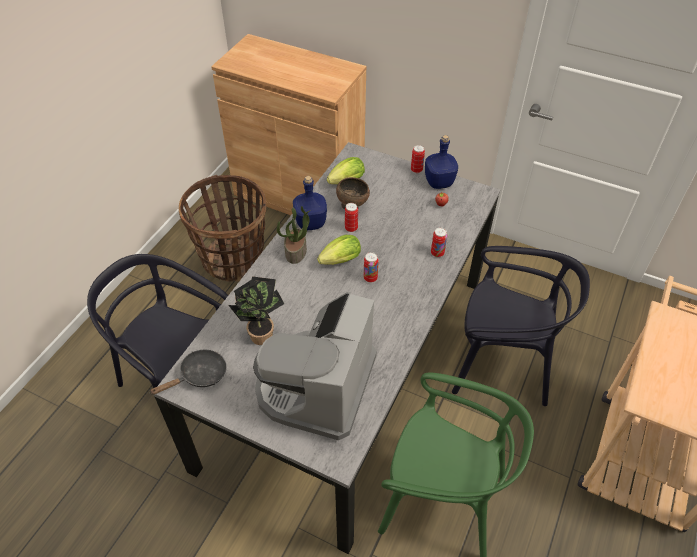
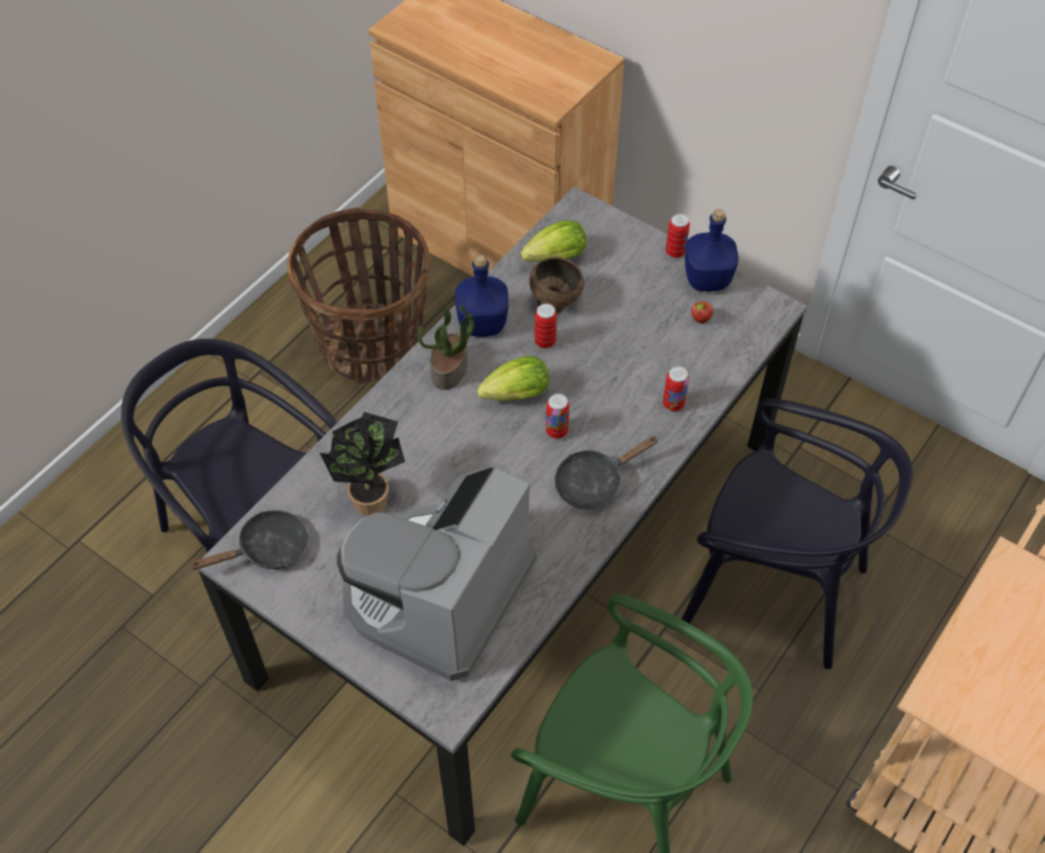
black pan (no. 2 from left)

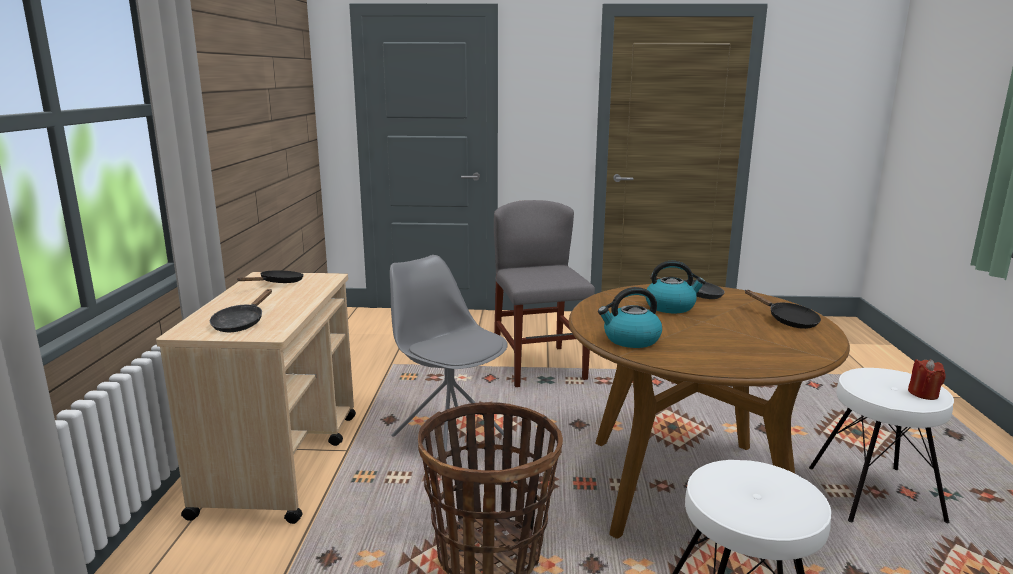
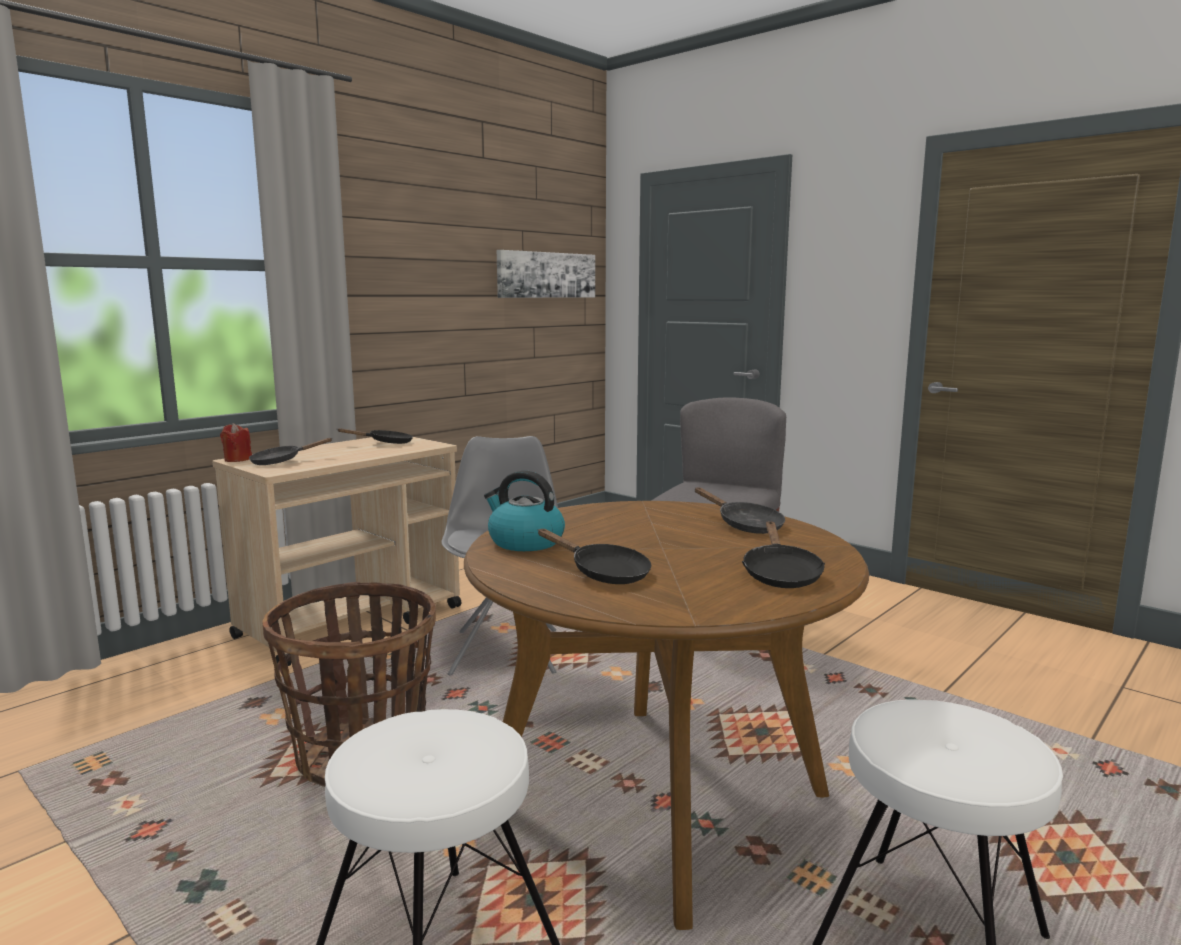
tea kettle (no. 2 from left in the first image)
picture
black pan (no. 3 from left)
reddish candle

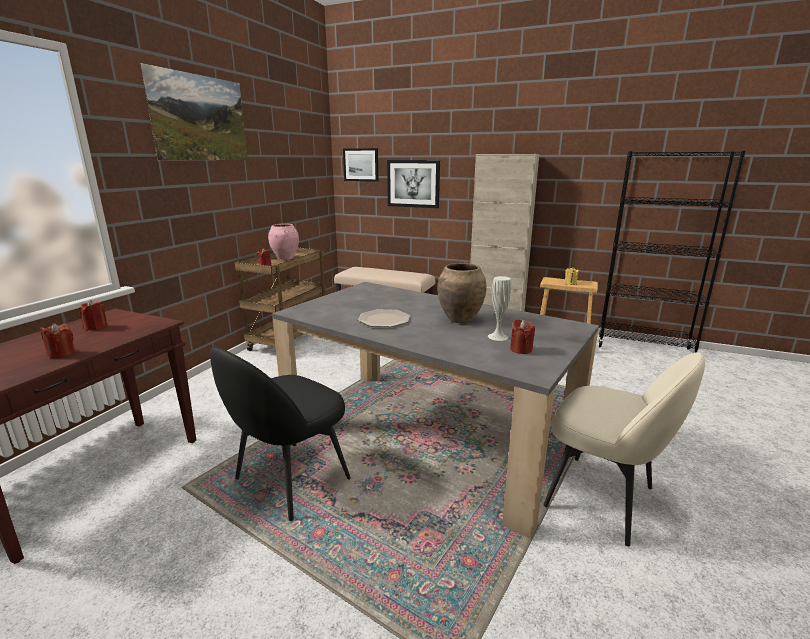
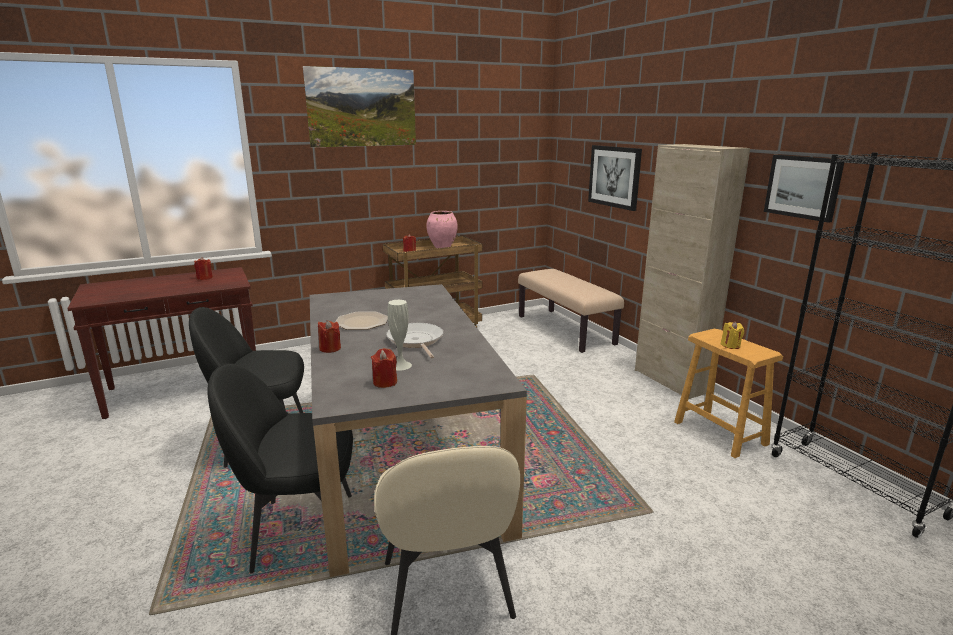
black chair (no. 2 from left)
reddish candle (no. 2 from left)
picture (no. 3 from left)
pan

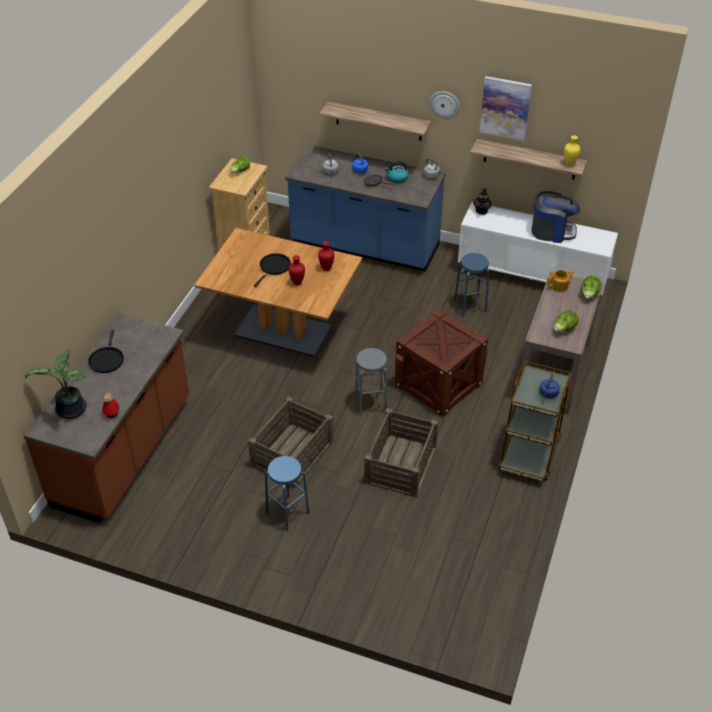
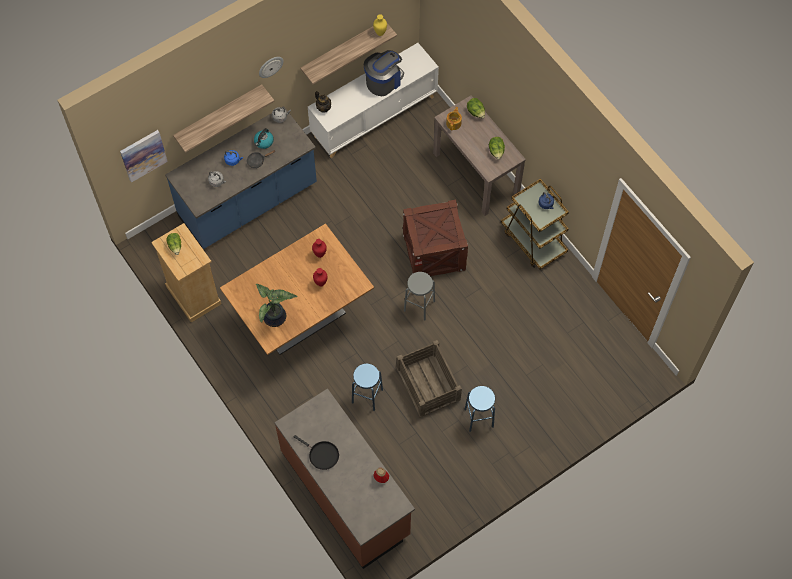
black pan (no. 2 from left in the first image)
shipping crate (no. 2 from left in the first image)
potted plant
blue-coloured sitting stool (no. 1 from left)
picture

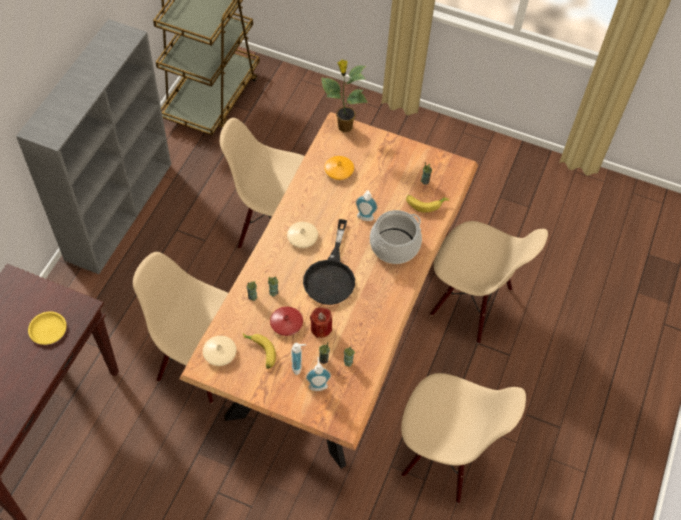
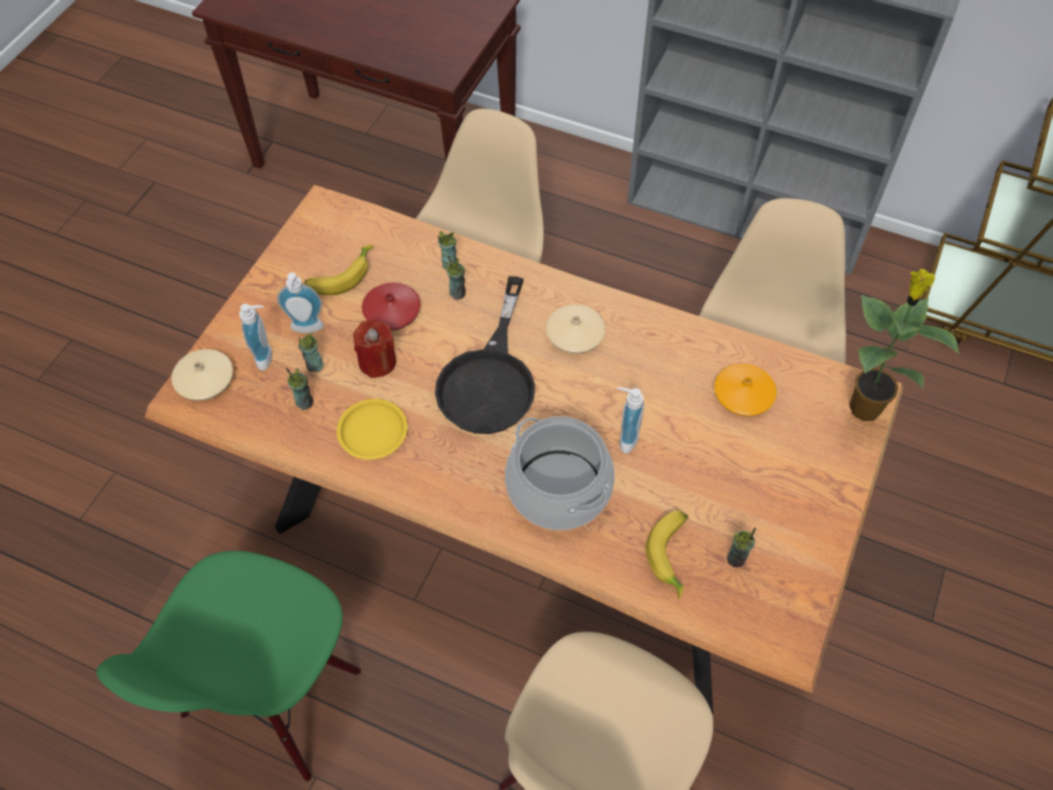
yellow dinner plate
sand-coloured flower vase (no. 1 from left)
green-coloured chair
black pan

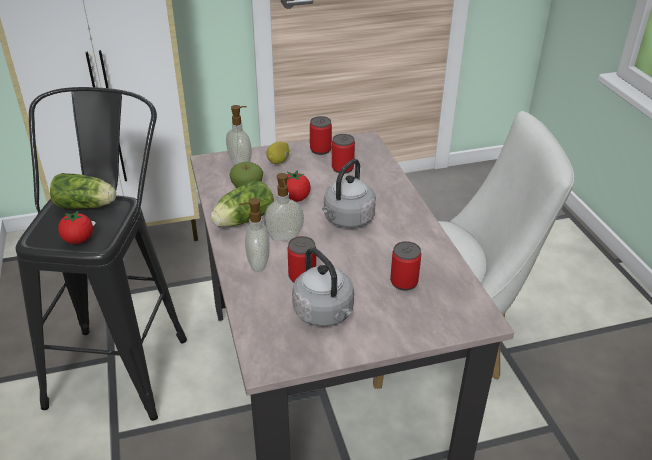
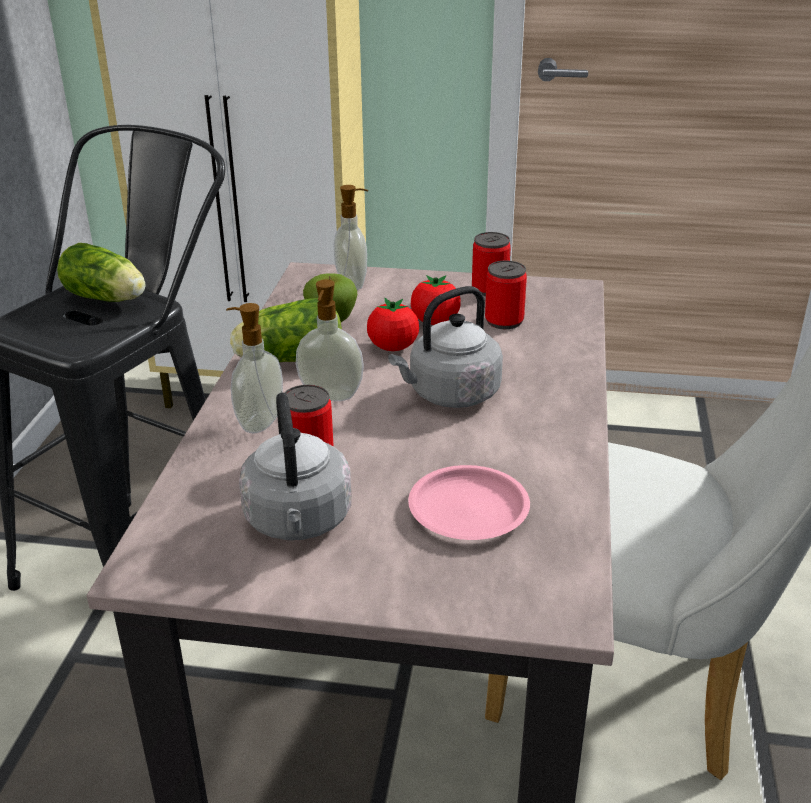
whole lemon
whole tomato (no. 2 from left)
pinkish dinner plate

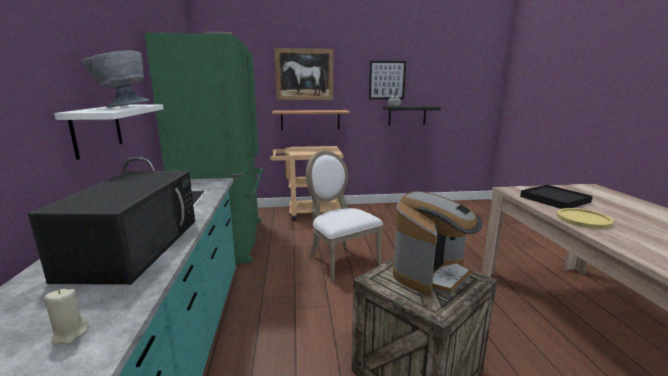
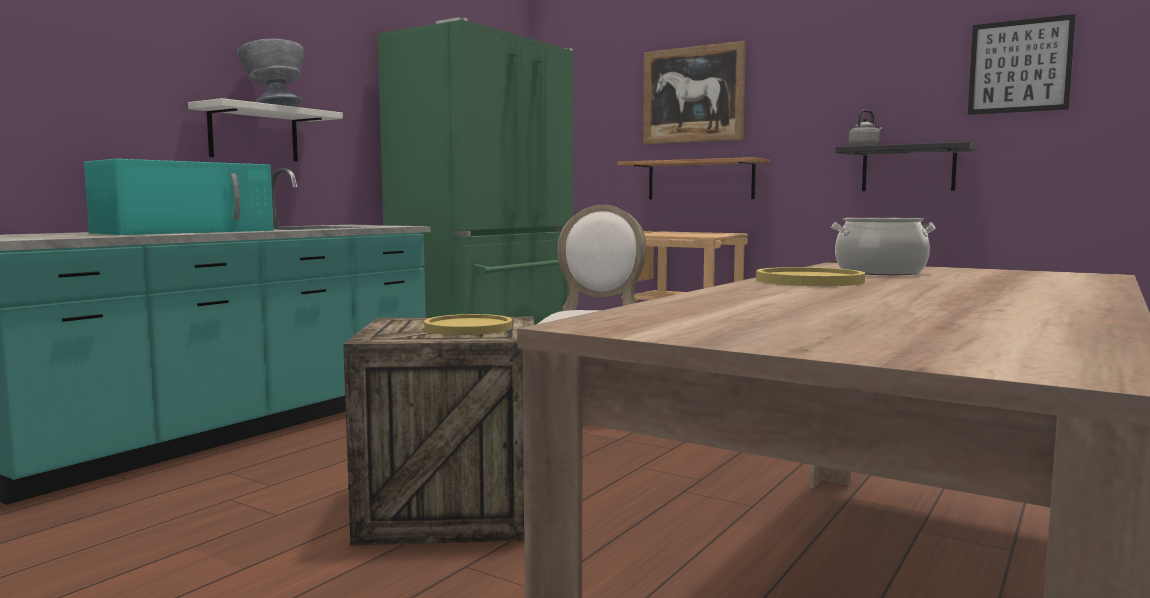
sand-coloured candle
picture (no. 2 from left)
yellow dinner plate (no. 1 from left)
stockpot
blue-green microwave

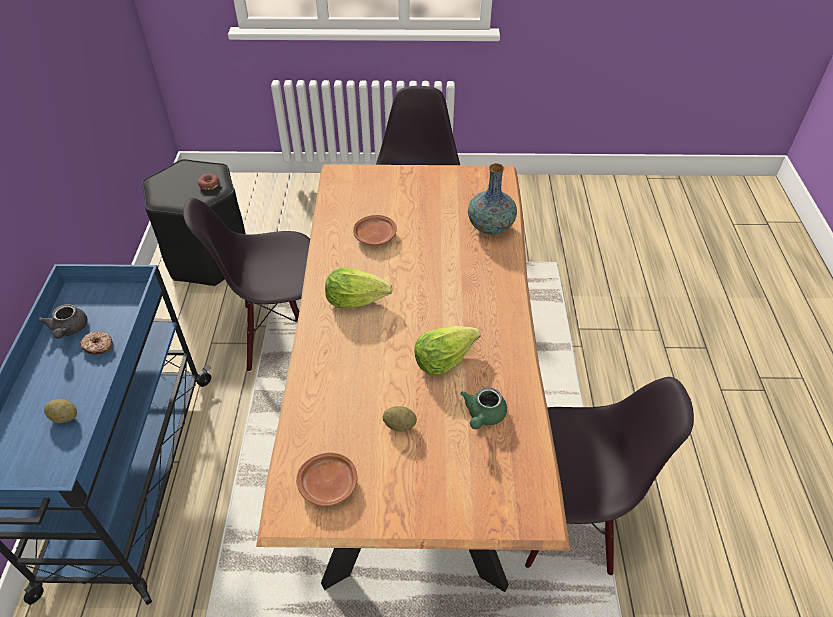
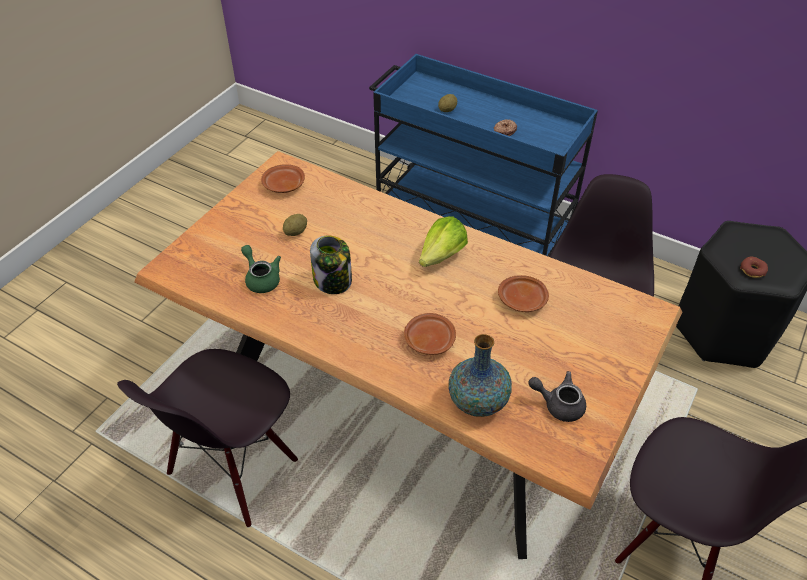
brownish dinner plate (no. 2 from left)
greyish tea pot
jar

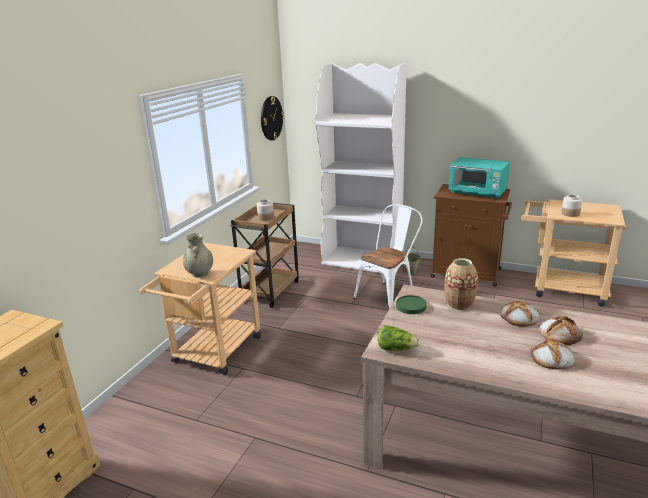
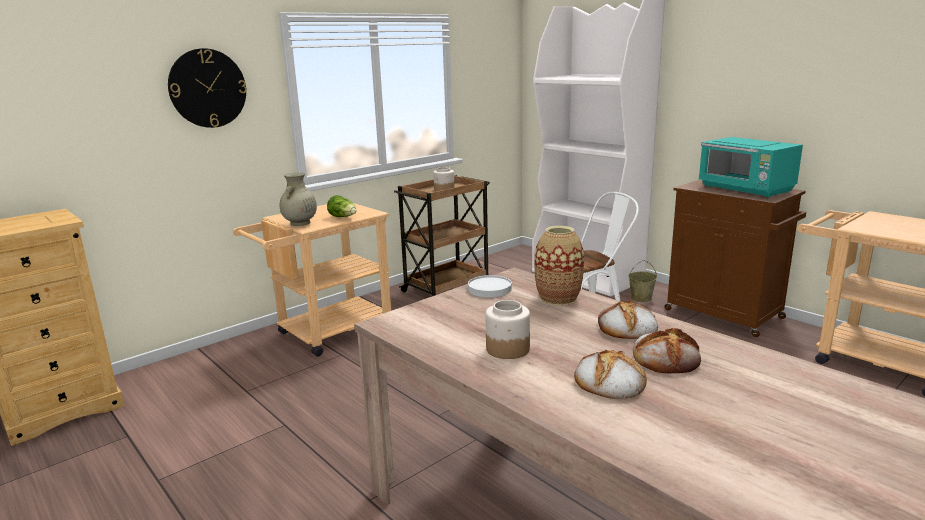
hanging clock
lettuce
jar (no. 2 from left)
whitish dinner plate

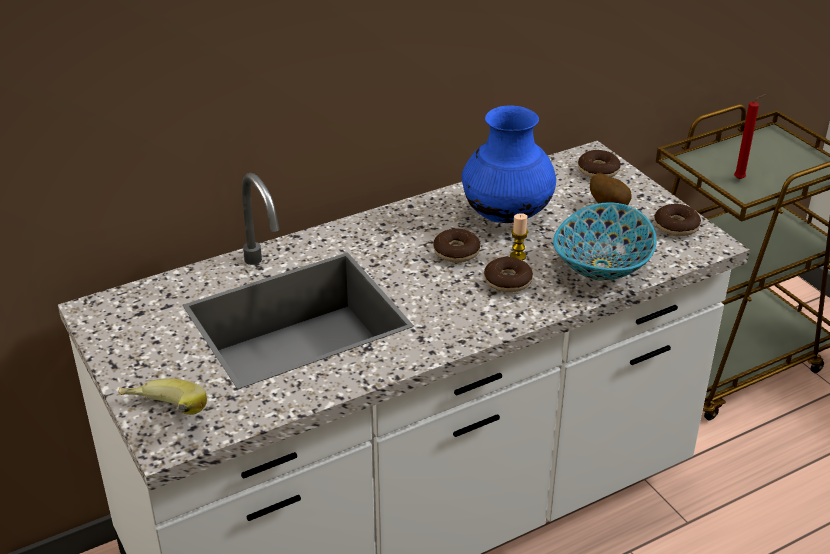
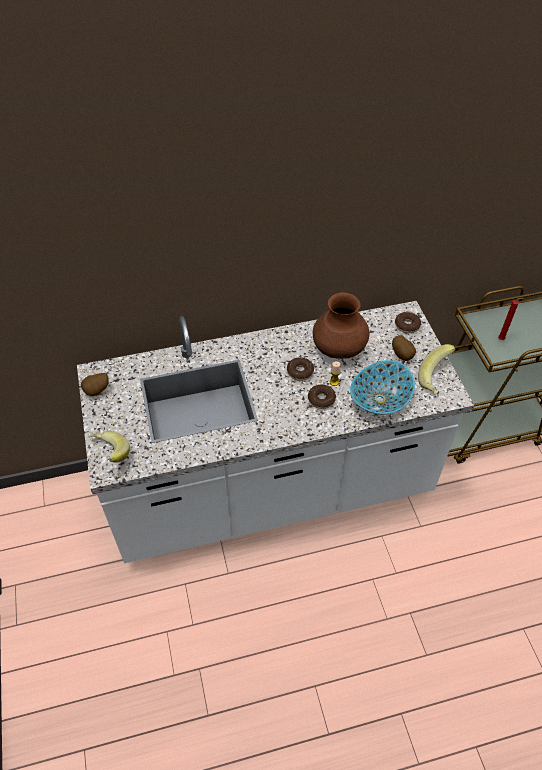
whole potato (no. 1 from left)
whole banana (no. 2 from left)
brownish flower vase

